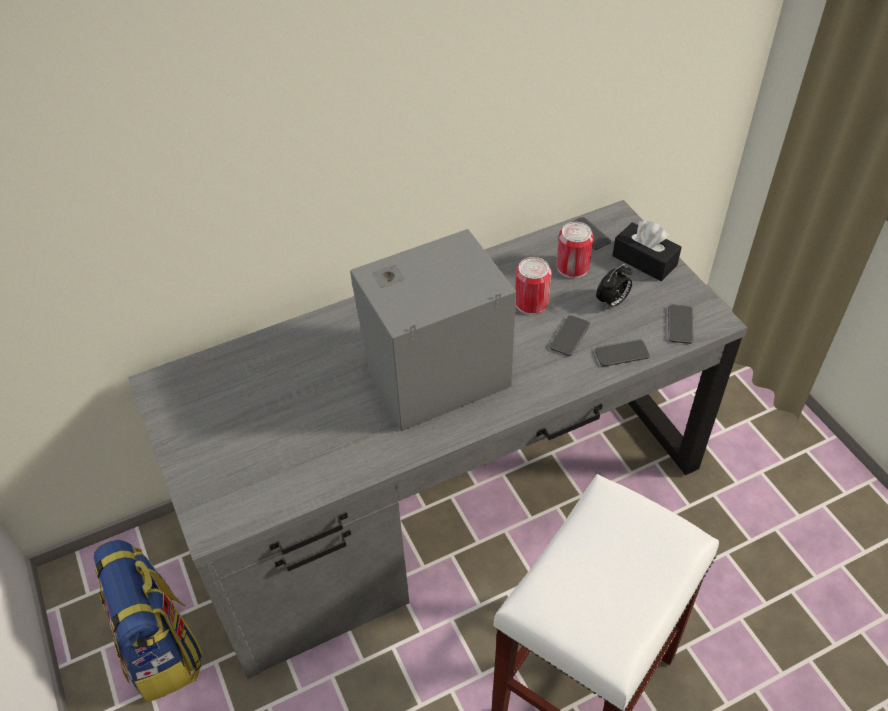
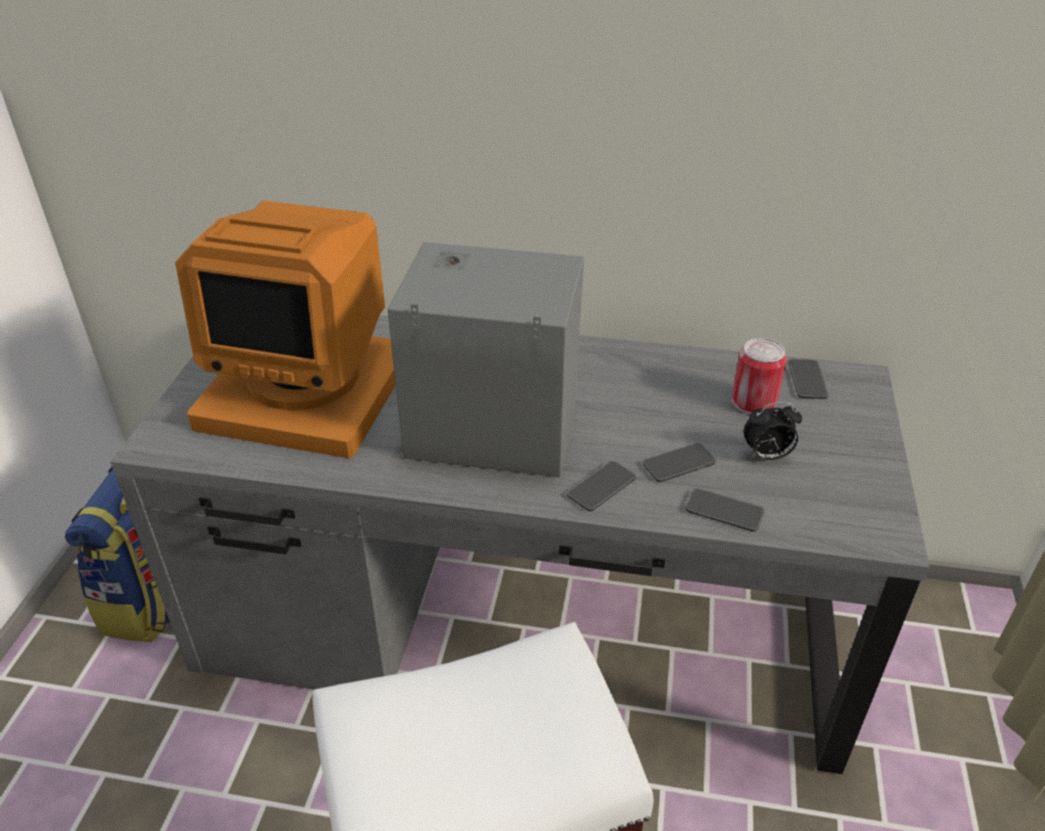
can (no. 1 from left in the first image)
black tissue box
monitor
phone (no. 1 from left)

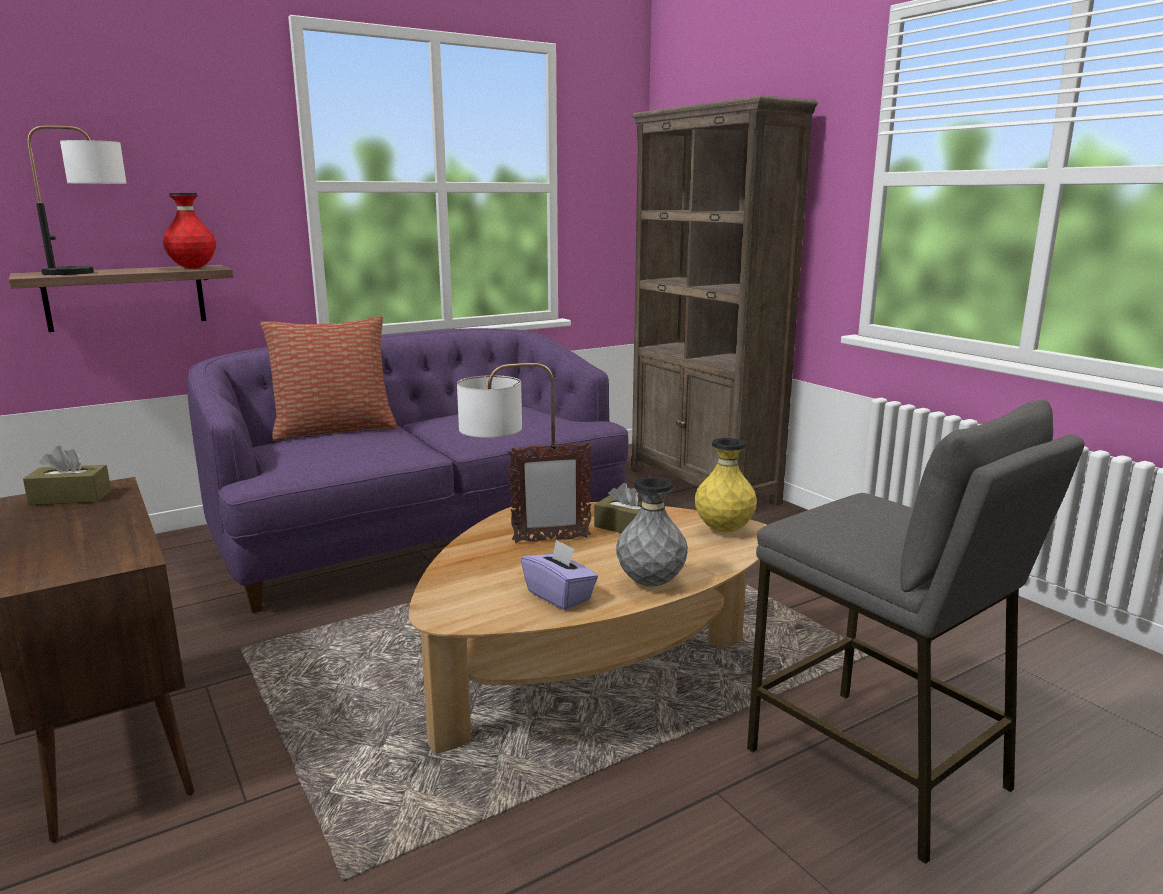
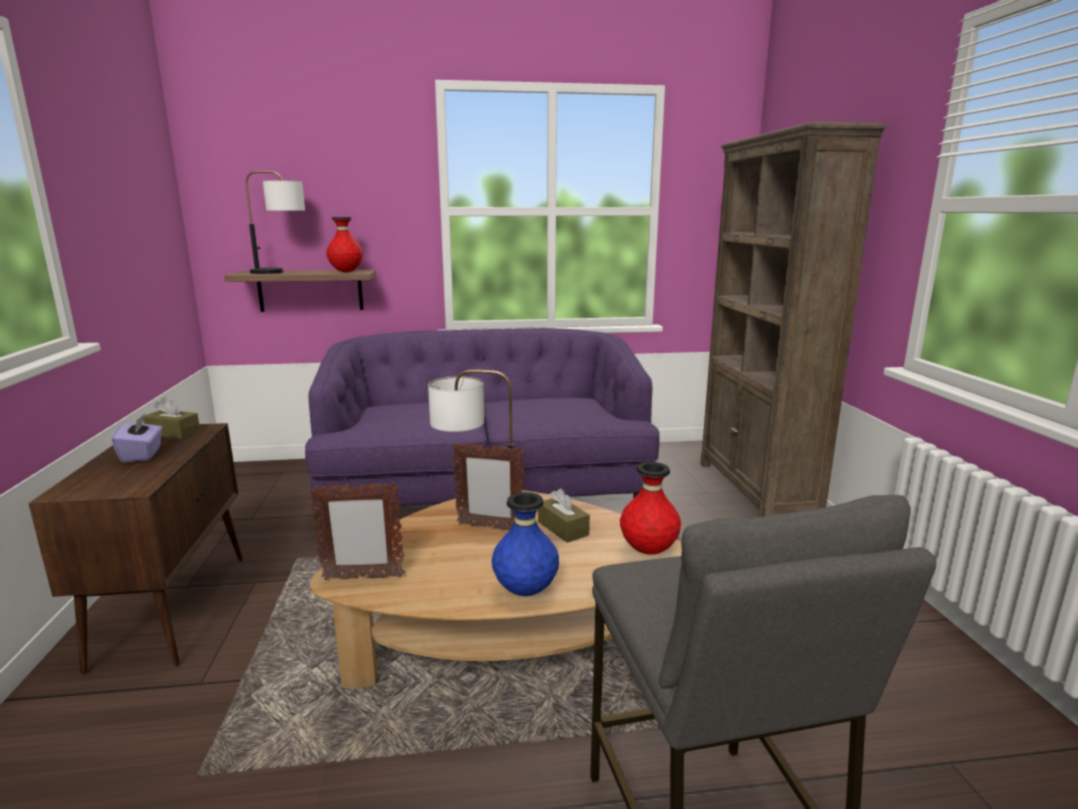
throw pillow
photo frame (no. 1 from left)
purplish tissue box
blue-coloured flower vase
reddish flower vase (no. 2 from left)

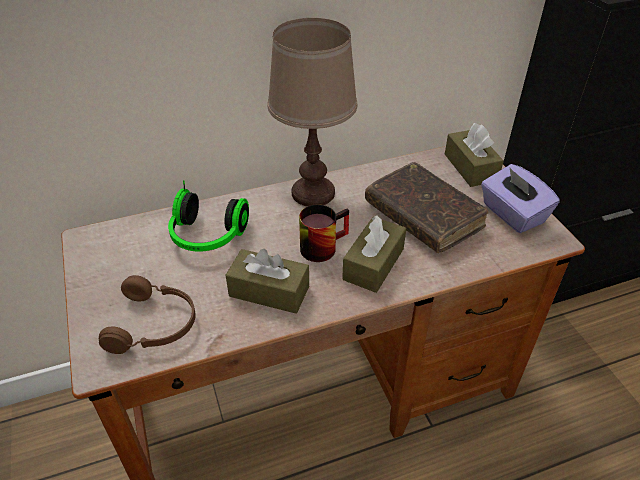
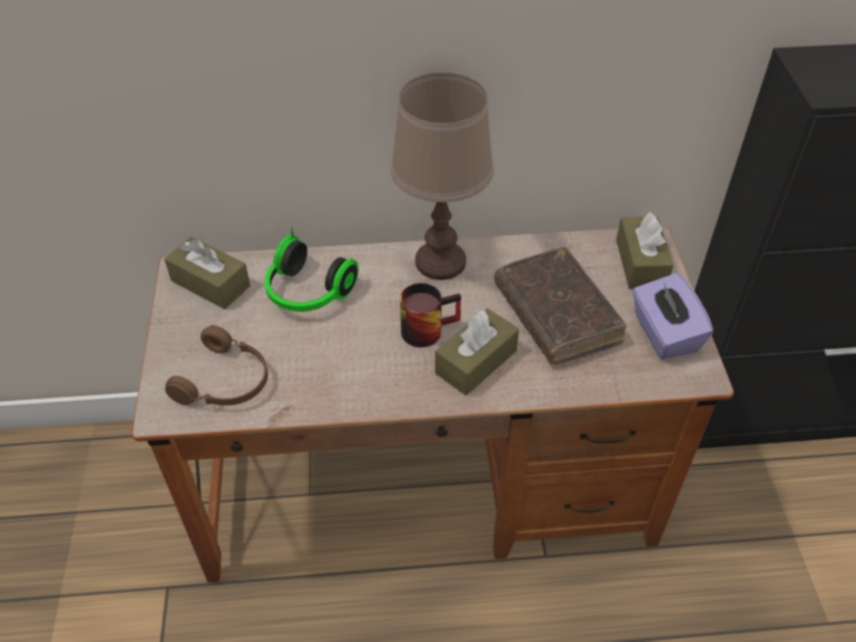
brownish tissue box (no. 1 from left)

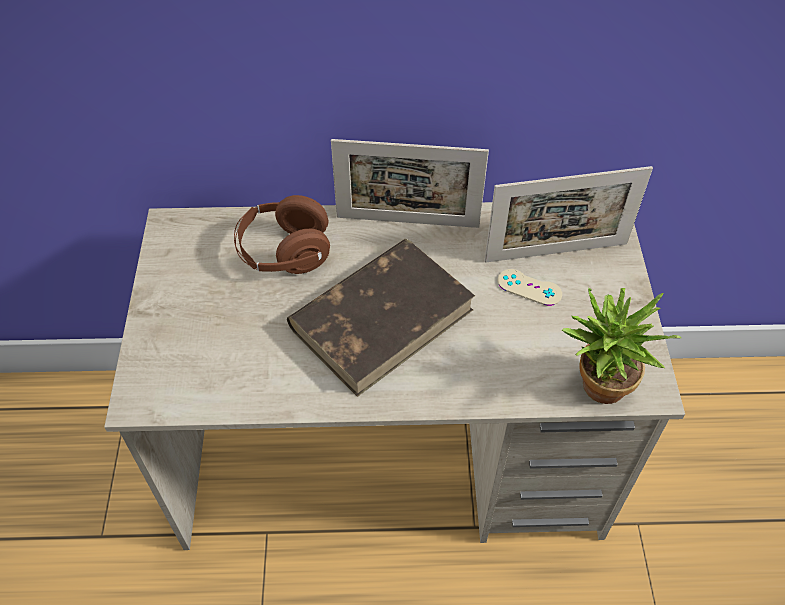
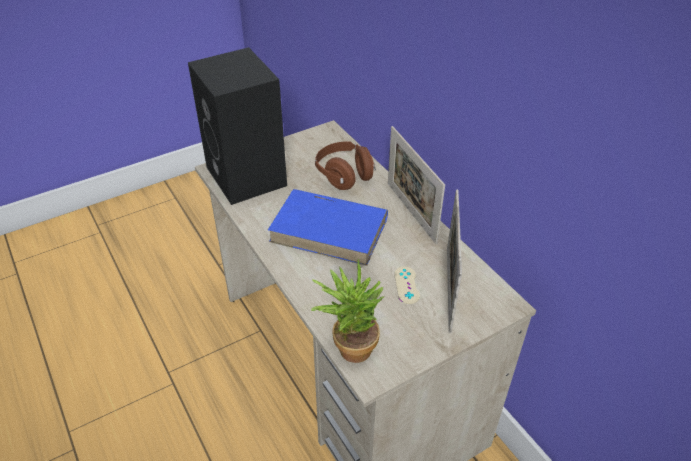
black speaker
blue-coloured bound book
photo frame (no. 2 from left)

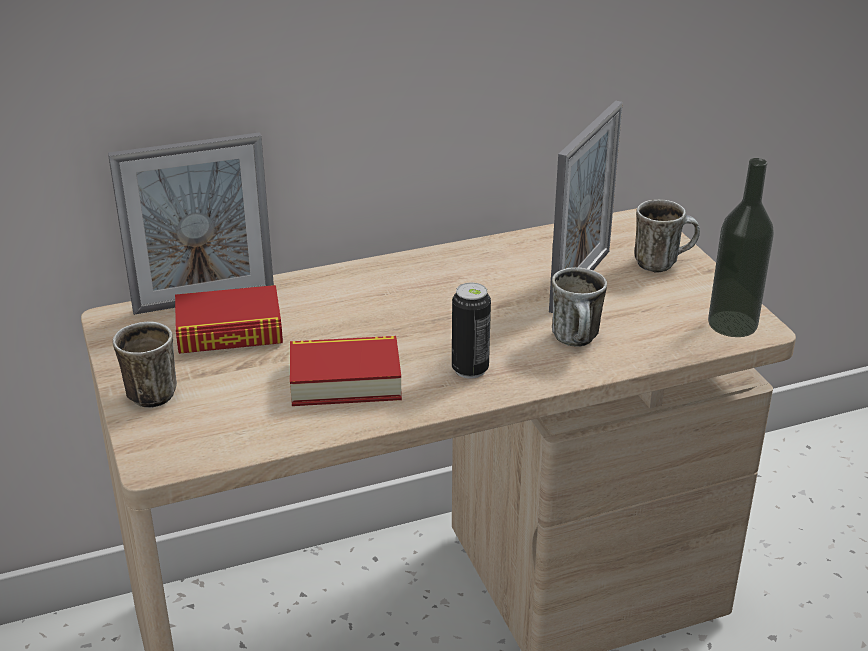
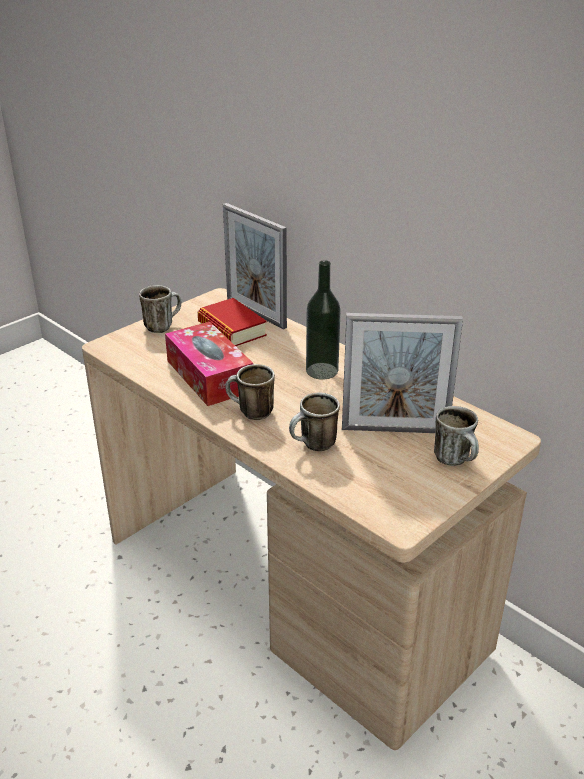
beverage bottle
tissue box
tea mug (no. 2 from left)

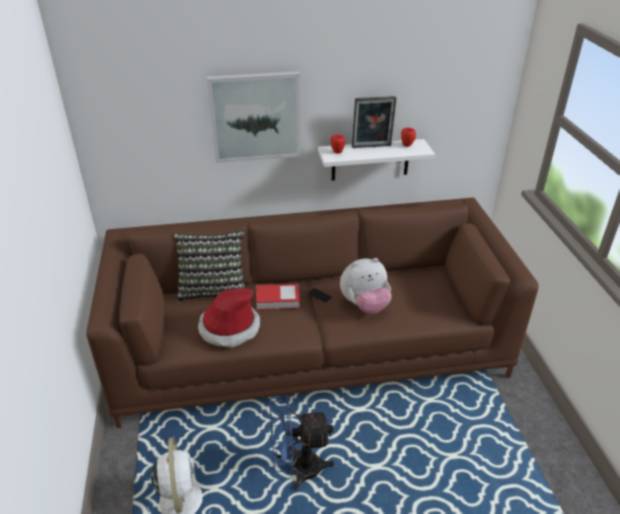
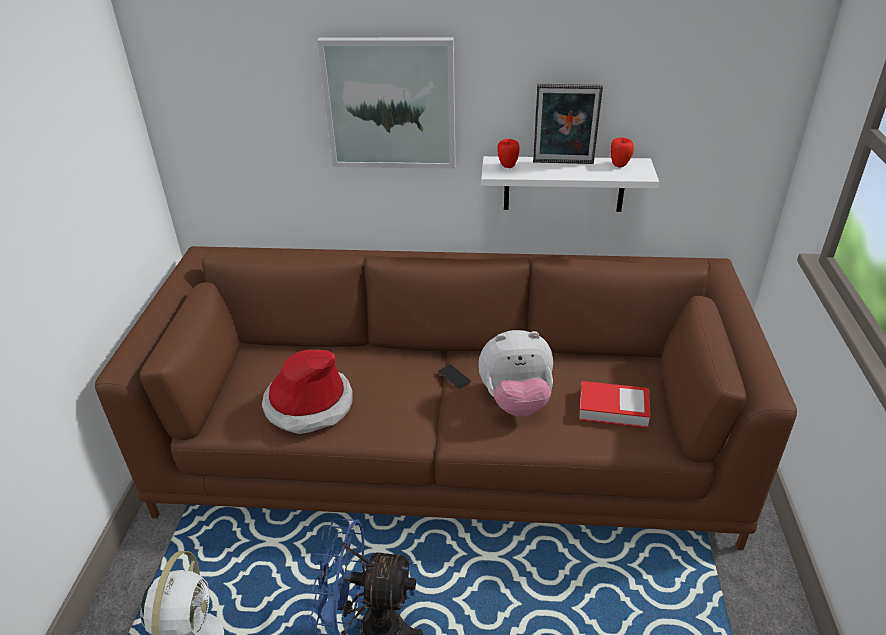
throw pillow
bound book

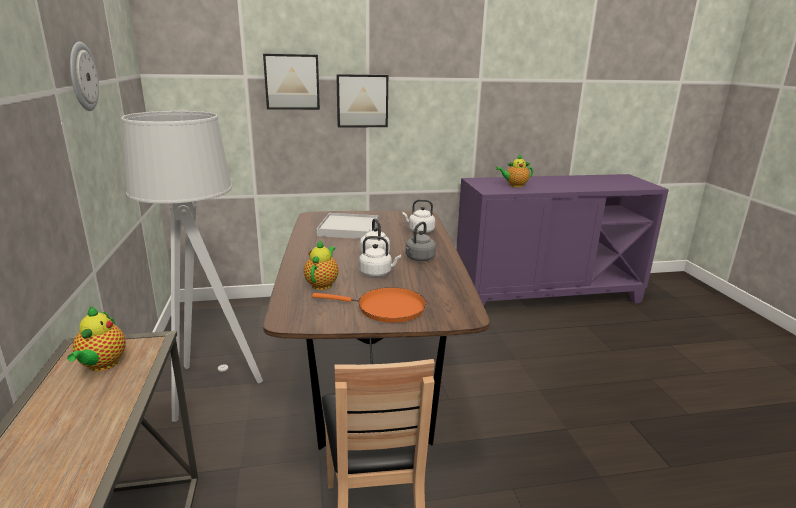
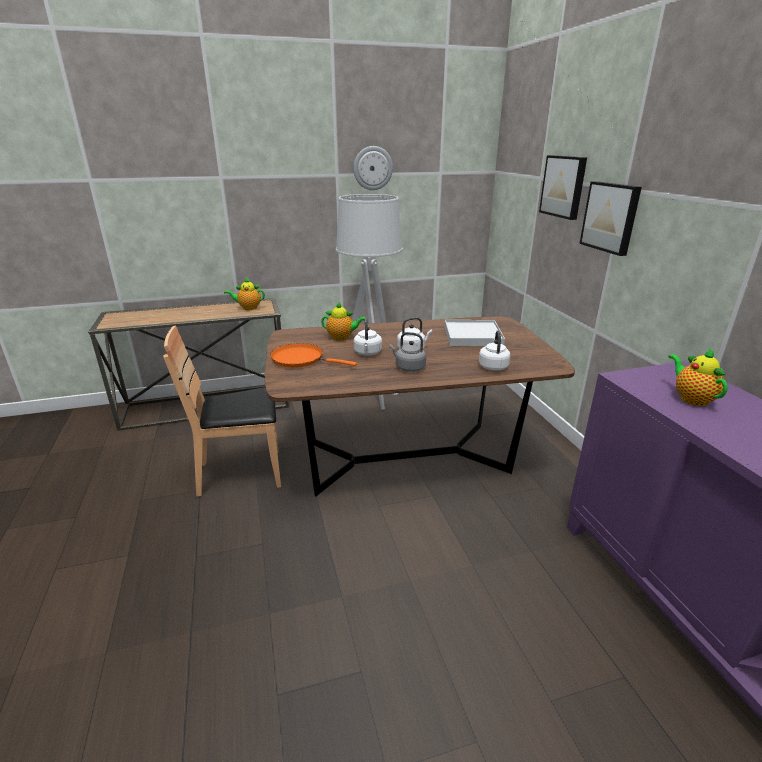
orange pan

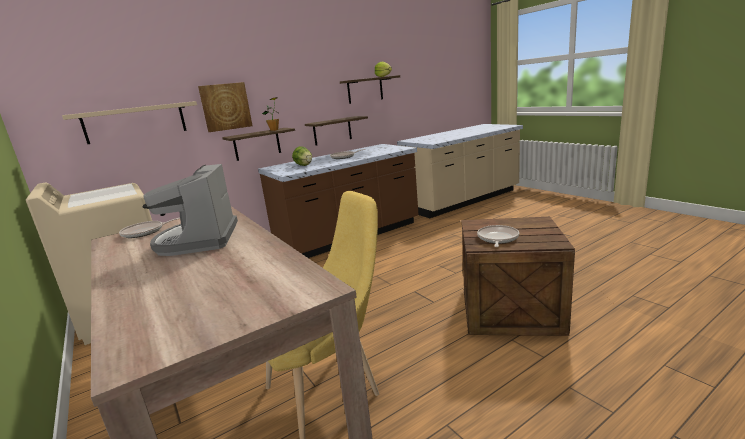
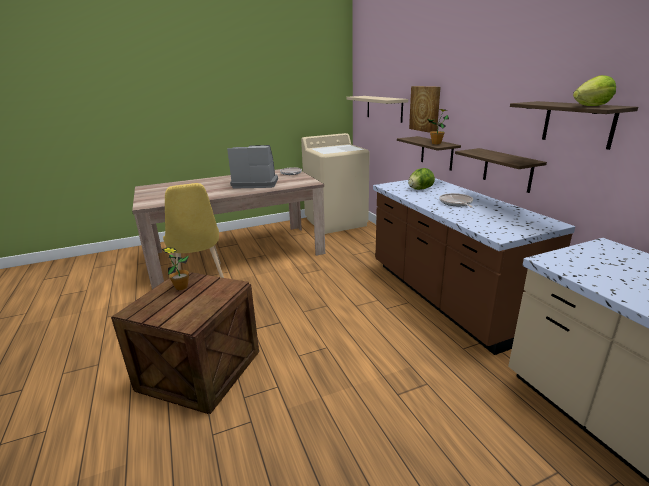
potted plant (no. 1 from left)

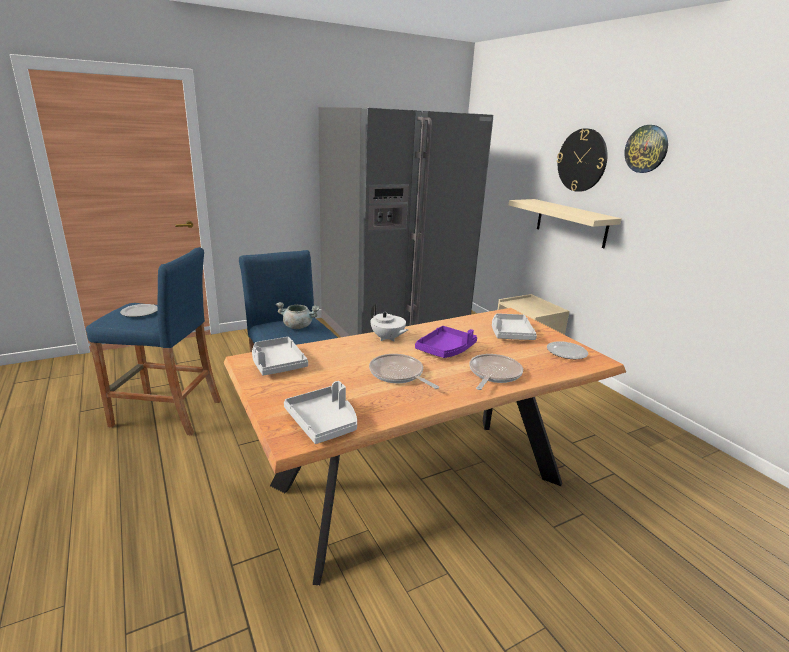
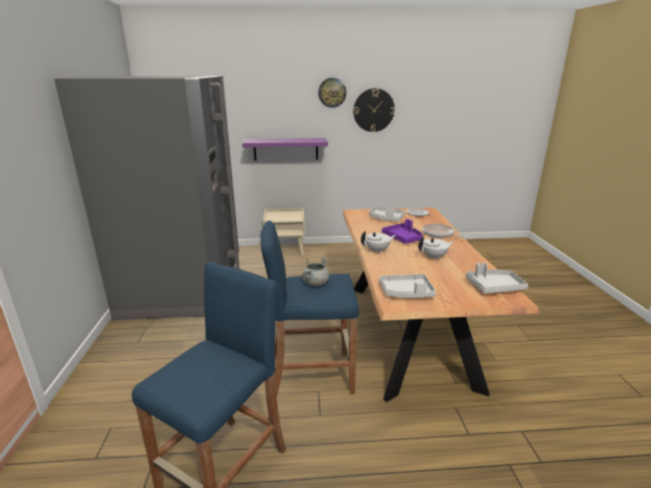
dinner plate (no. 1 from left in the first image)
hanging clock (no. 2 from left)
whitish tea pot (no. 2 from left)
purplish bracket shelf

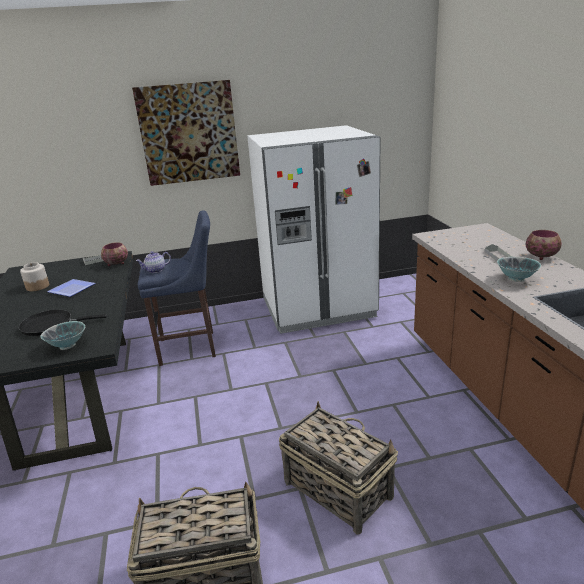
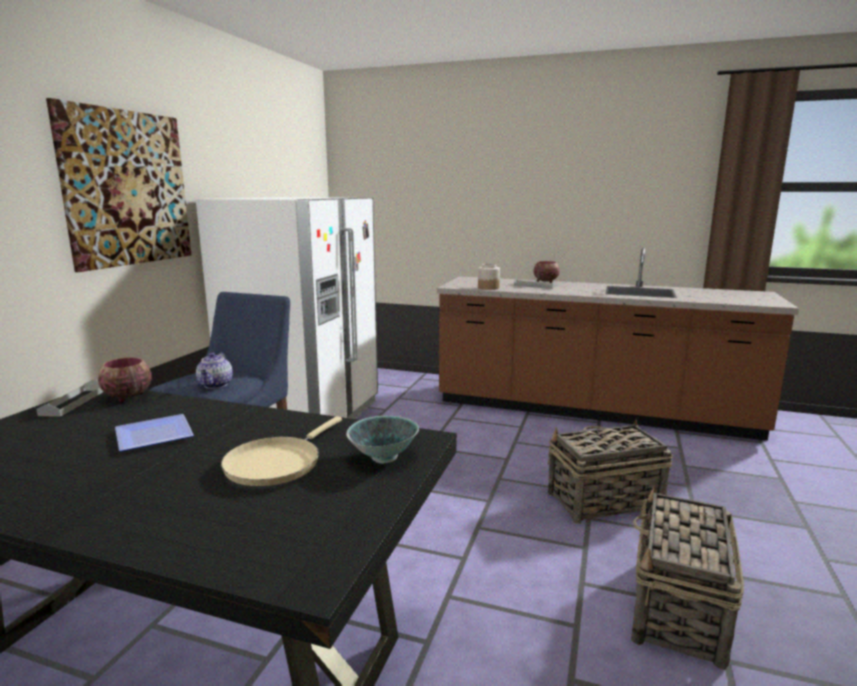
bowl (no. 3 from left in the first image)
jar
sand-coloured pan

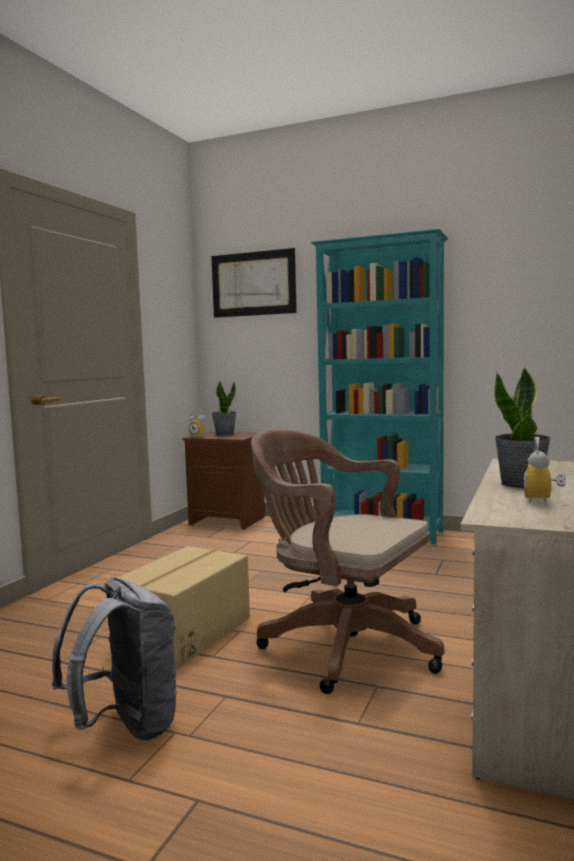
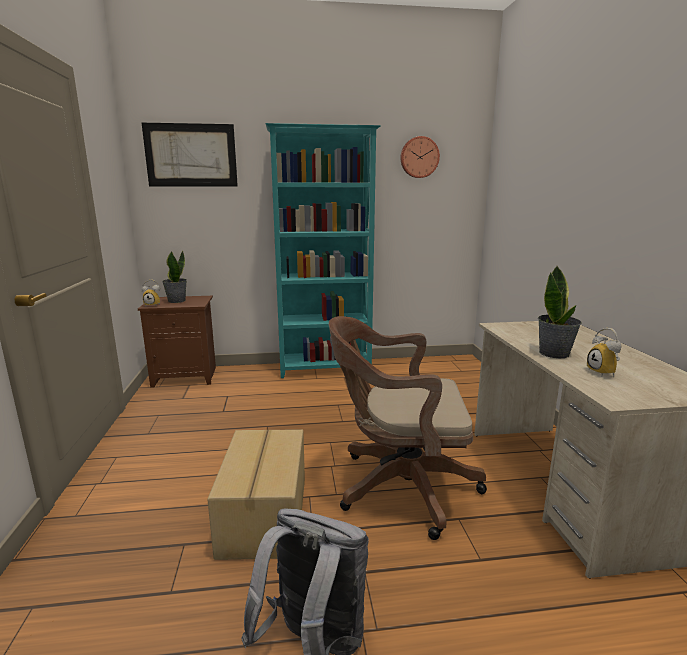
hanging clock

